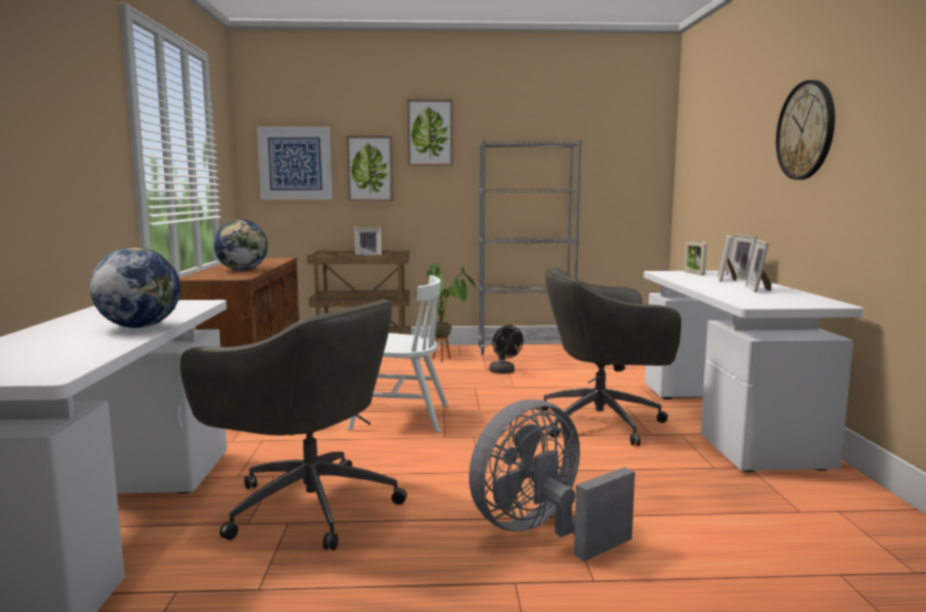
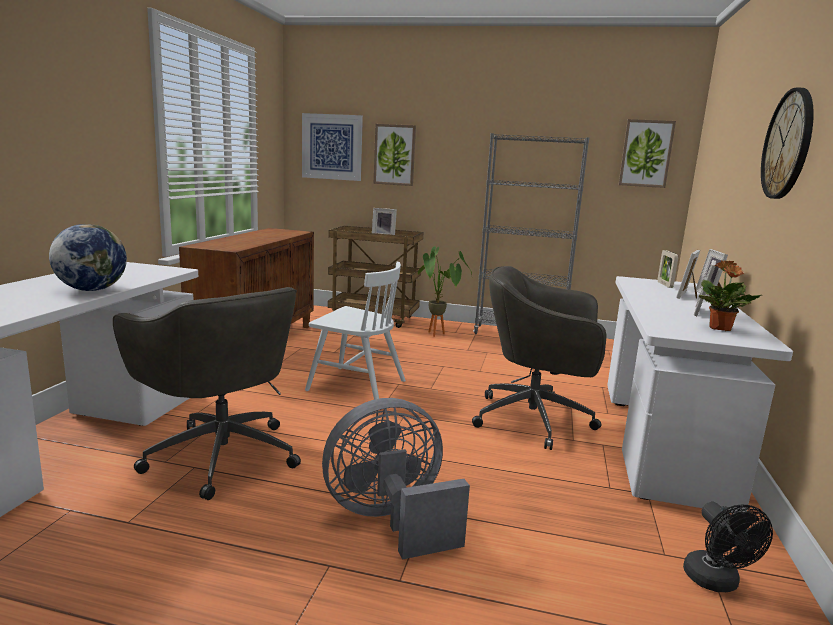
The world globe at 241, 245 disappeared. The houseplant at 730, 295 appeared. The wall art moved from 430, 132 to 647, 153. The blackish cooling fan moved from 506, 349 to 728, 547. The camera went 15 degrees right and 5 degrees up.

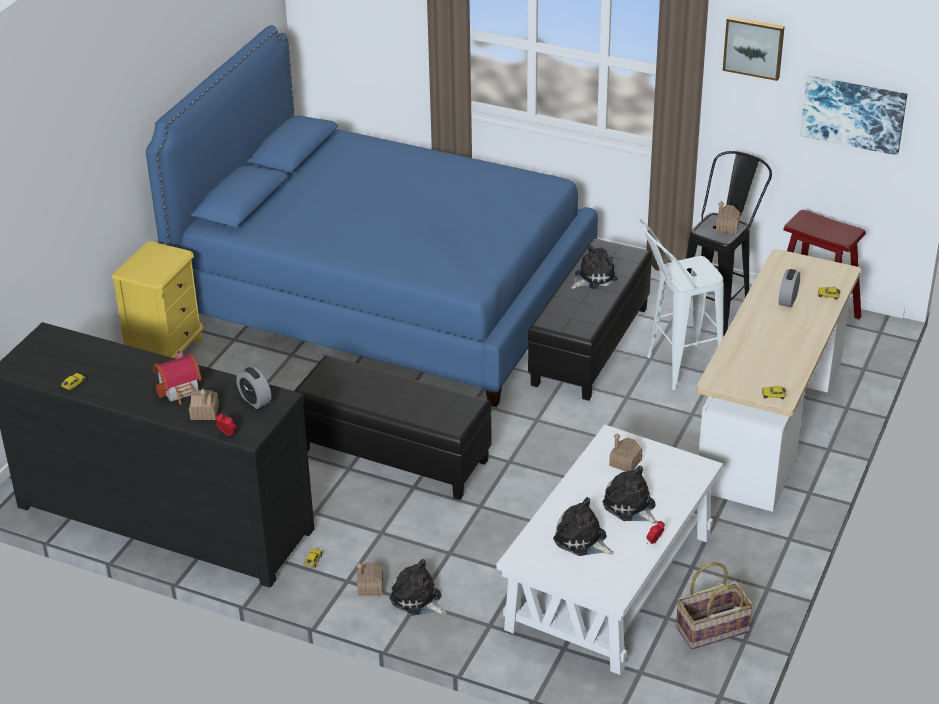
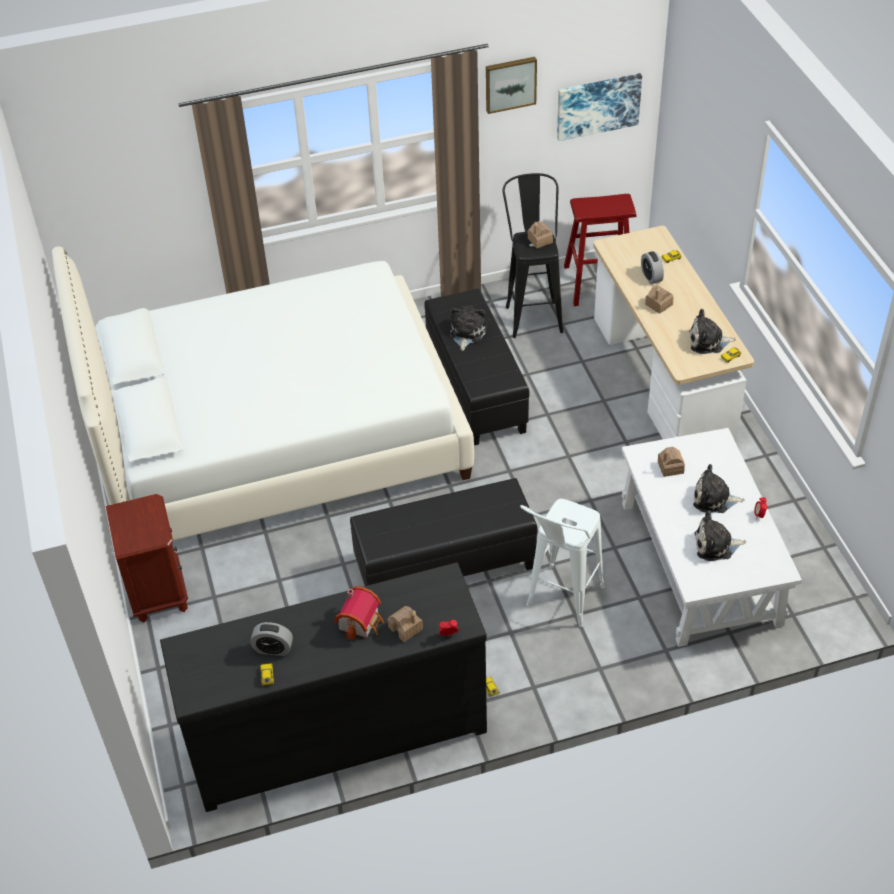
The household basket at 715, 605 disappeared. The bedside clock moved from 253, 388 to 271, 639. The model house moved from 369, 579 to 659, 299. The plush toy moved from 418, 587 to 712, 331. The whitish sitting stool moved from 681, 304 to 562, 563. The yellow-coloured nightstand at 157, 299 became the brownish nightstand at 147, 558. The blue-coloured bedroom bed at 372, 216 became the whitish bedroom bed at 263, 393. The camera went 40 degrees left and 10 degrees up.

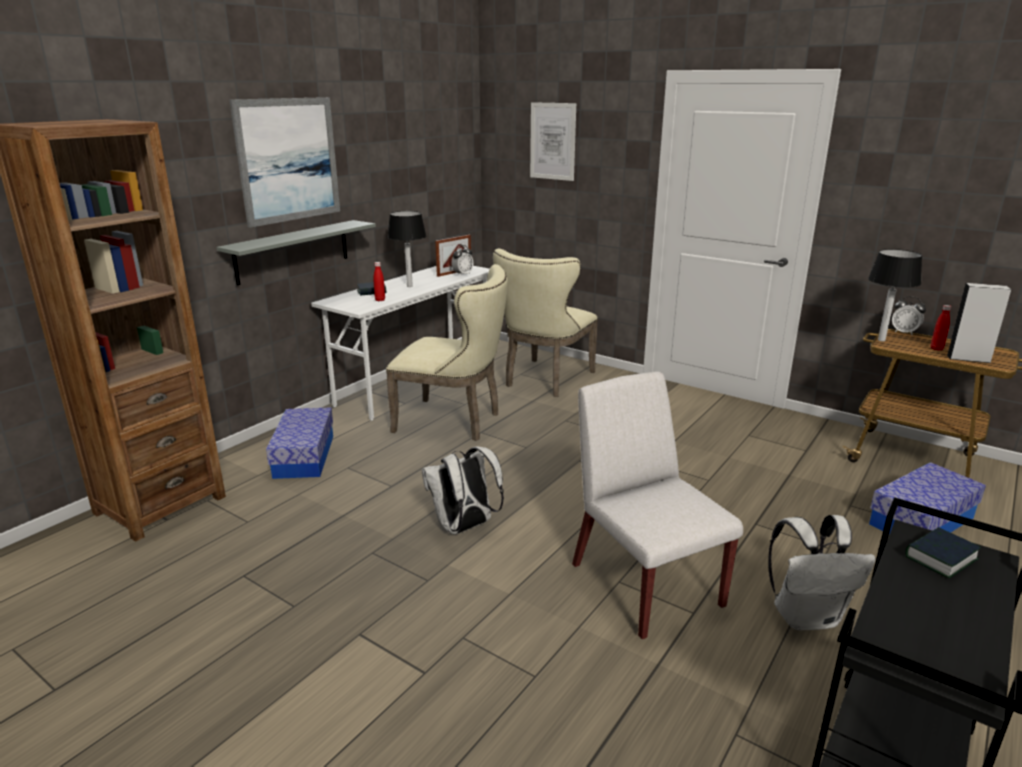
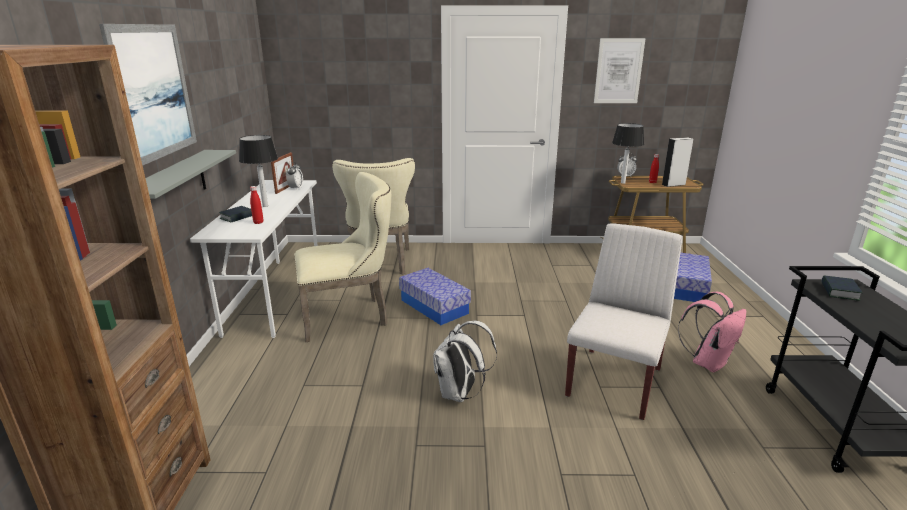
The storage bin moved from 299, 443 to 435, 296. The wall art moved from 553, 141 to 620, 70. The whitish backpack at 822, 573 became the pink backpack at 712, 332. The whitish chair at 657, 505 turned 90 degrees clockwise. The camera went 35 degrees left and 0 degrees up.

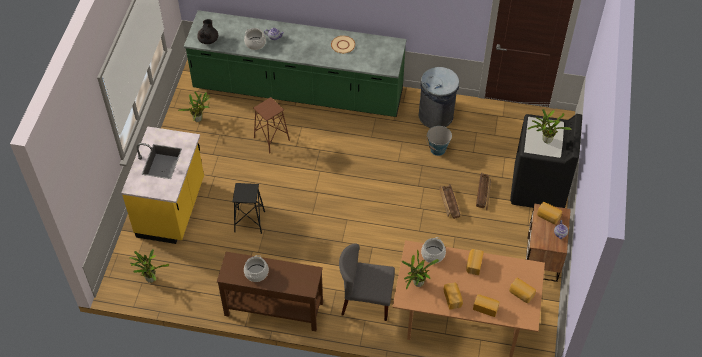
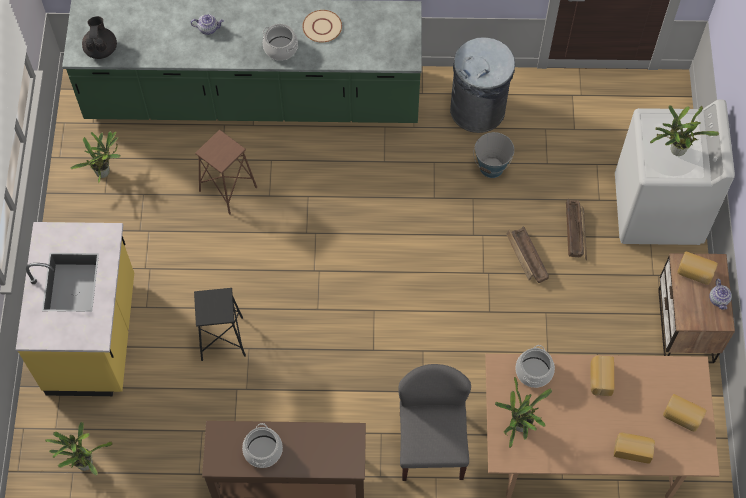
The baked bread at 453, 295 disappeared. The stockpot moved from 255, 39 to 280, 42. The blackish washing machine at 546, 161 became the whitish washing machine at 675, 172. The gray chair at 367, 282 turned 90 degrees clockwise. The camera went 10 degrees left and 10 degrees up.

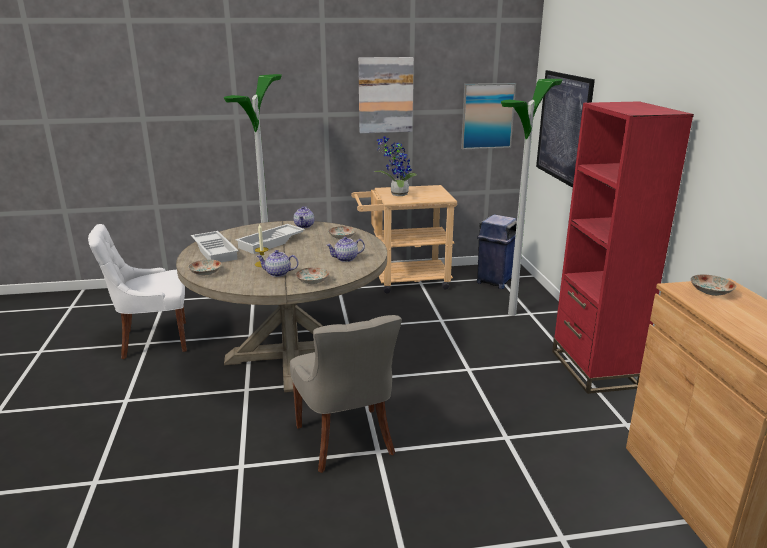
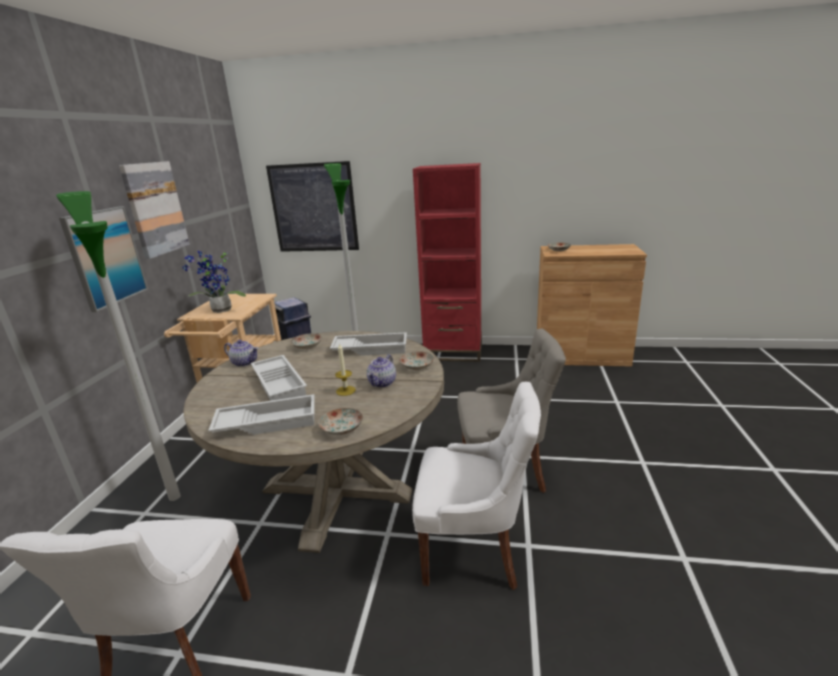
The whitish chair at 476, 486 appeared. The wall art moved from 488, 116 to 103, 259. The tea pot at 345, 249 was replaced by the whitish carrying tray at 368, 344. The camera went 70 degrees left and 0 degrees up.

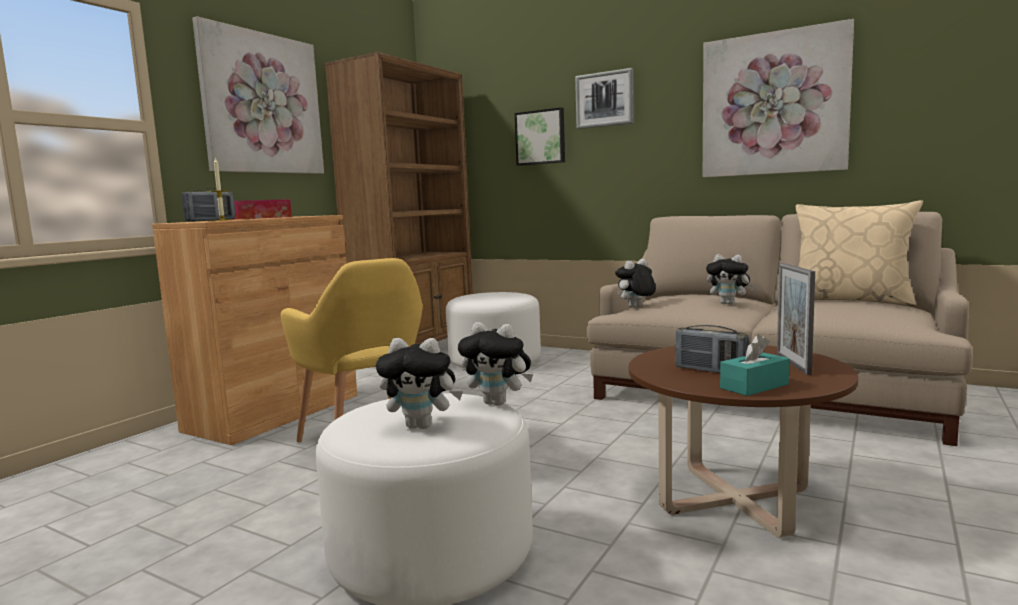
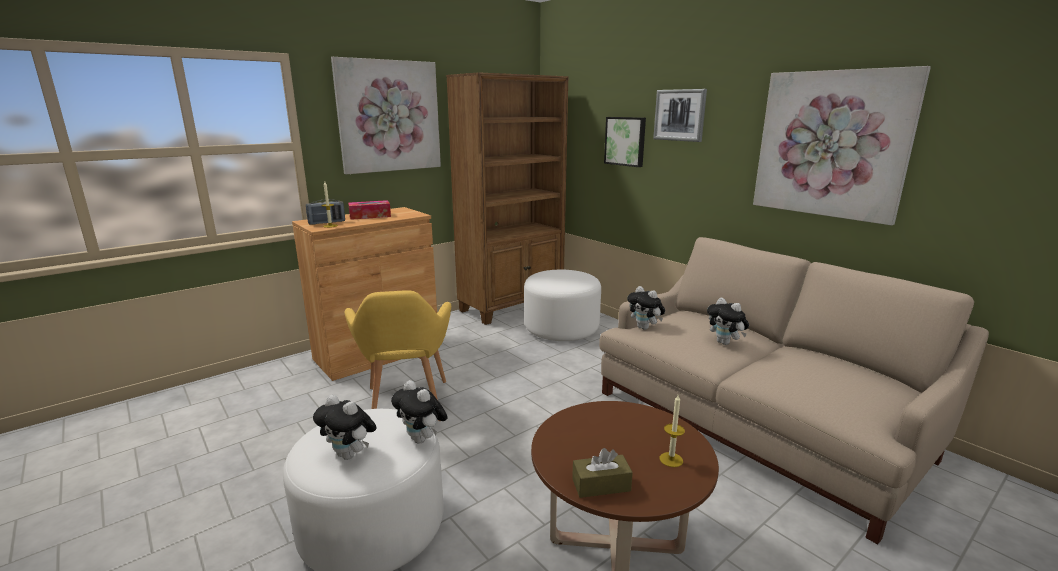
The radio at 712, 349 disappeared. The sand-coloured cushion at 859, 253 disappeared. The photo frame at 796, 319 was replaced by the candle at 672, 431. The blue-green box of tissues at 754, 365 became the brownish box of tissues at 602, 473. The plush toy at 635, 283 turned 120 degrees counterclockwise. The camera went 20 degrees right and 10 degrees up.

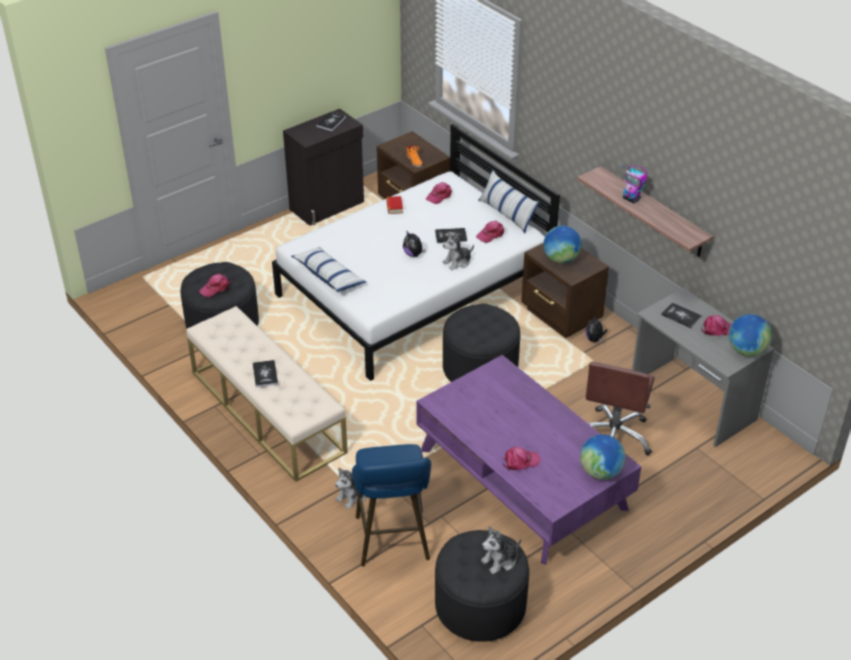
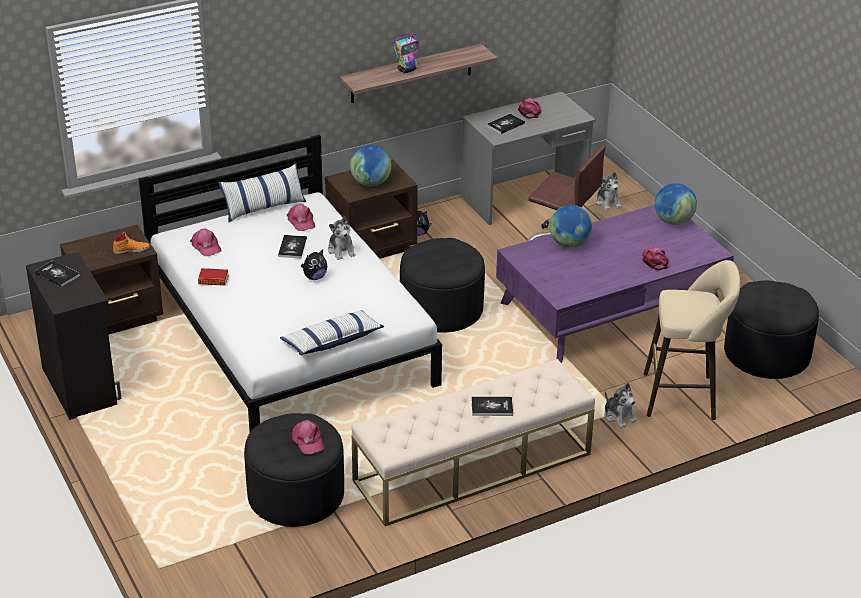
The plush toy moved from 501, 550 to 609, 191. The world globe moved from 750, 335 to 570, 226. The blue-coloured sitting stool at 391, 505 became the sand-coloured sitting stool at 692, 340. The camera went 80 degrees left and 5 degrees down.

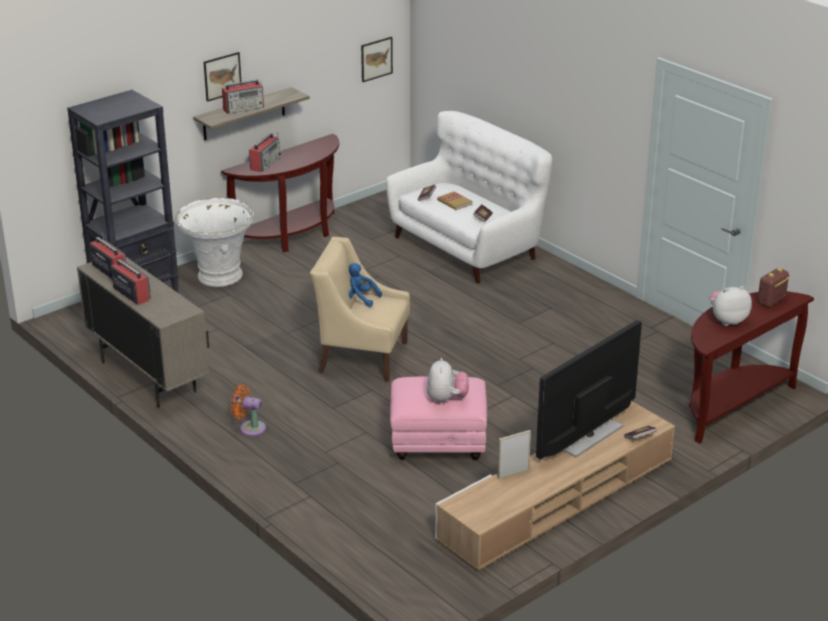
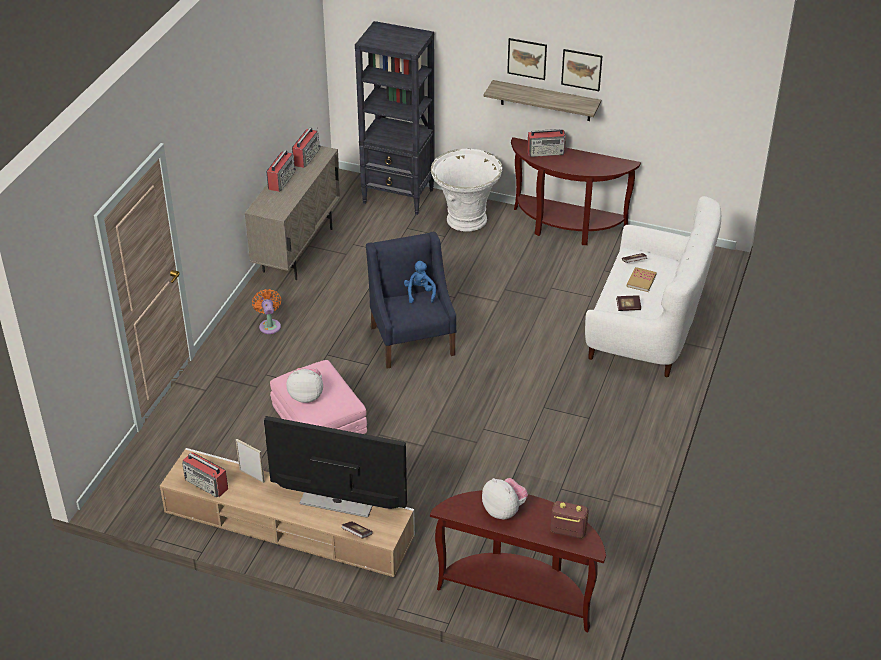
The radio moved from 243, 97 to 205, 474. The wall art moved from 377, 59 to 581, 70. The sand-coloured armchair at 360, 309 became the blue-coloured armchair at 411, 300. The plush toy at 448, 381 turned 150 degrees counterclockwise. The camera went 60 degrees right and 10 degrees up.

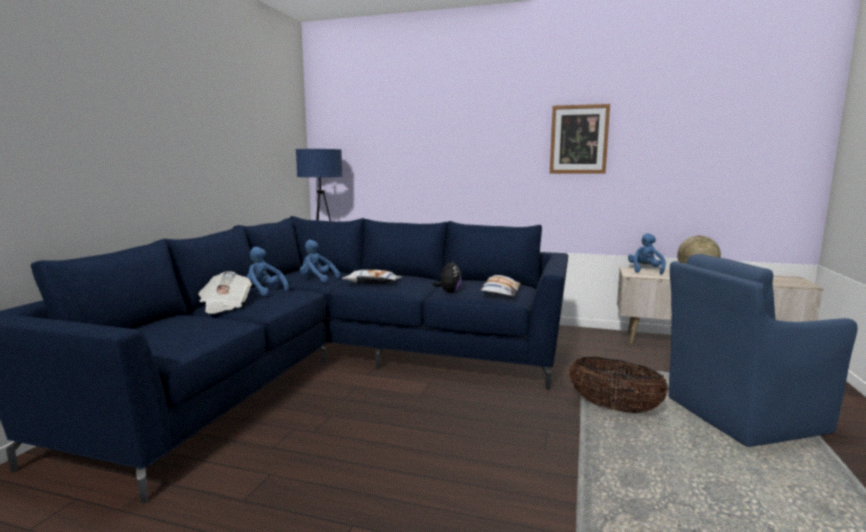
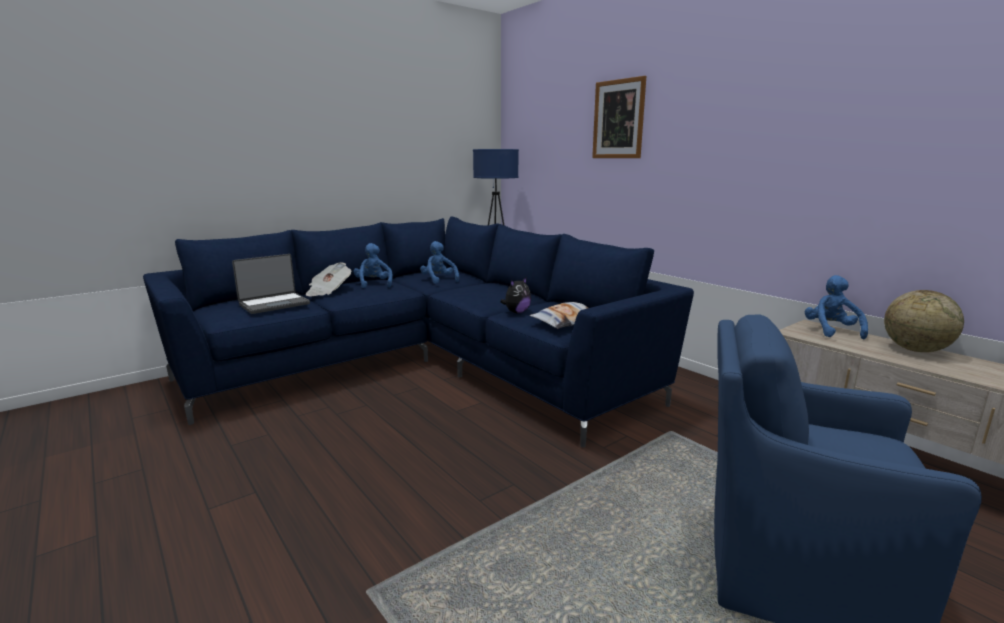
The cushion at 372, 277 disappeared. The household basket at 619, 385 disappeared. The laptop at 271, 284 appeared. The wall art moved from 580, 139 to 619, 117. The blue-coloured plush toy at 647, 254 turned 45 degrees counterclockwise. The camera went 35 degrees right and 5 degrees up.

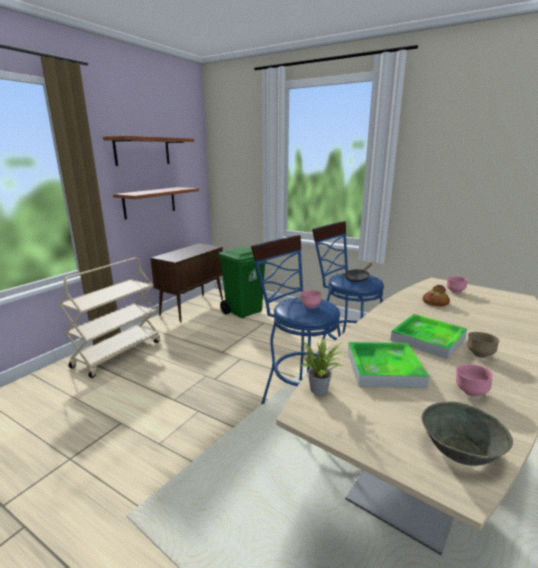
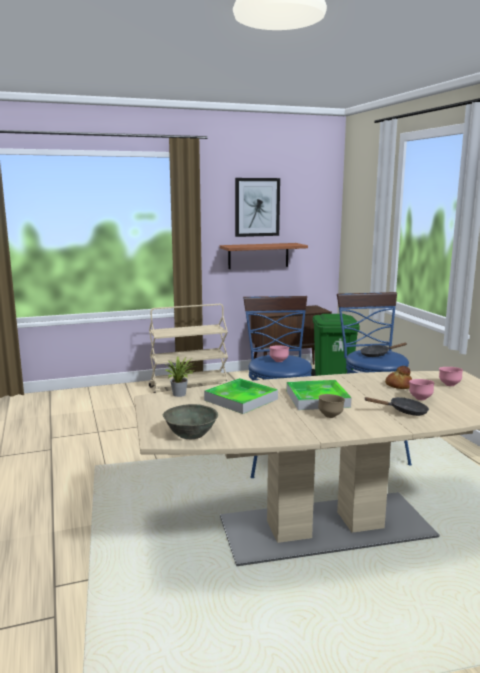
The blackish skillet at 396, 406 appeared. The pink serving bowl moved from 474, 380 to 421, 389. The bracket shelf at 148, 151 was replaced by the wall art at 257, 207. The camera went 40 degrees right and 5 degrees down.

